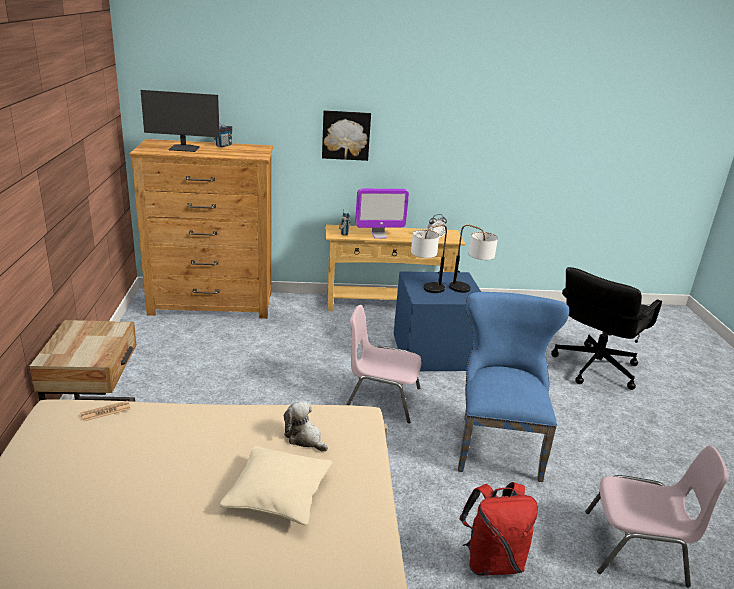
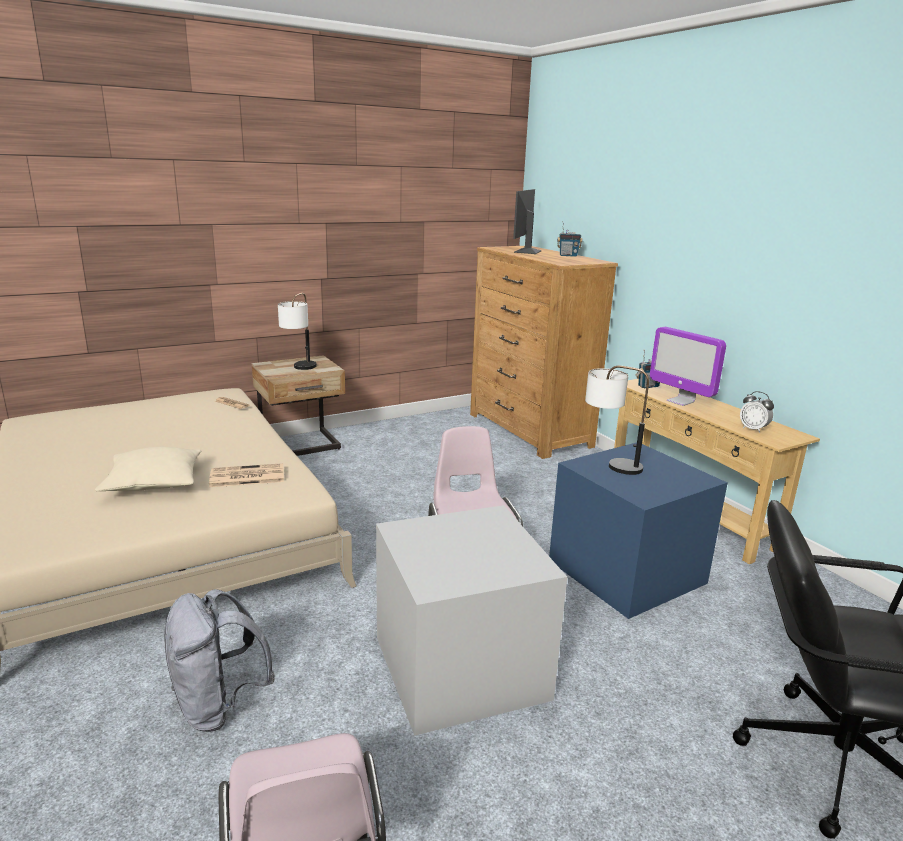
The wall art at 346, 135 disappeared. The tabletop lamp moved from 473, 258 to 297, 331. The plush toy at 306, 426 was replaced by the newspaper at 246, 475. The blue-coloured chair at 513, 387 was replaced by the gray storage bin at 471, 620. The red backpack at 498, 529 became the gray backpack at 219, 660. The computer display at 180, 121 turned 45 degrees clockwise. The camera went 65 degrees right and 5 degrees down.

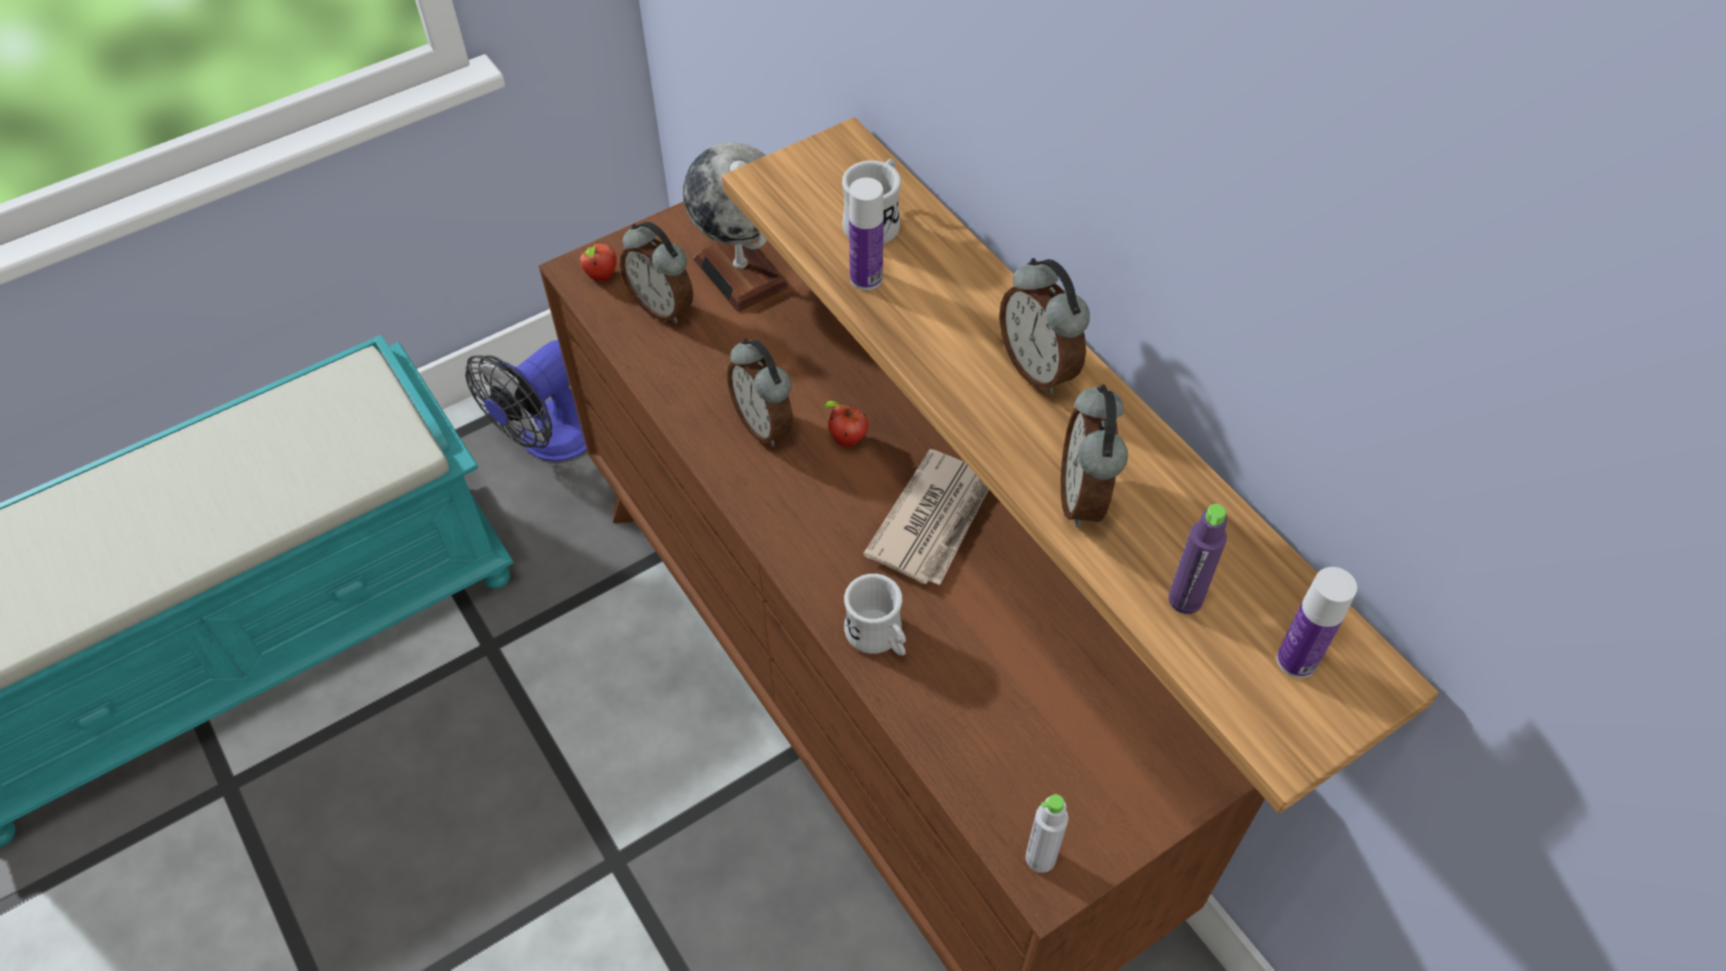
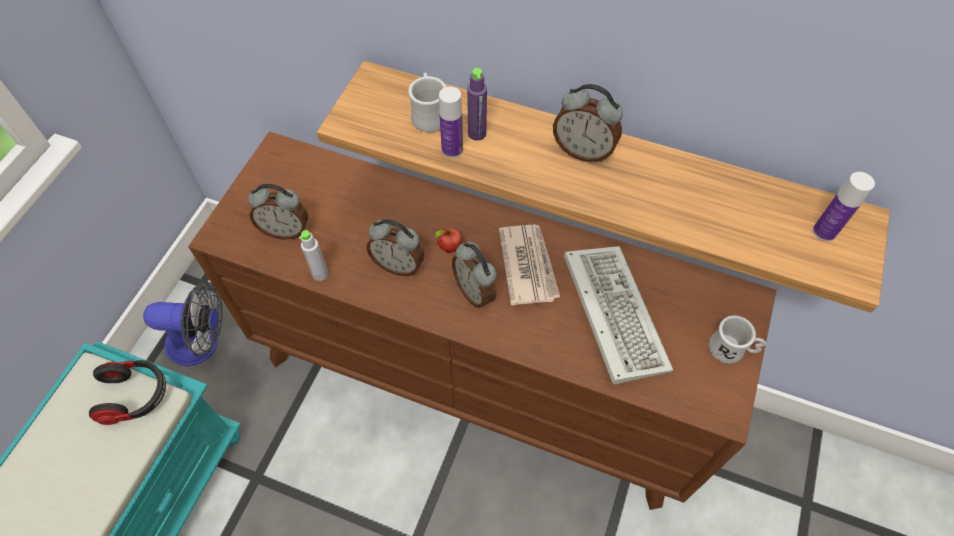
The whole apple at 598, 262 disappeared. The world globe at 736, 227 disappeared. The headphones at 127, 392 appeared. The keyboard at 618, 315 appeared. The whitish coffee mug moved from 875, 615 to 737, 339. The gray drink bottle moved from 1046, 833 to 313, 255. The bedside clock moved from 1094, 455 to 474, 275. The purple drink bottle moved from 1197, 559 to 477, 104. The cooling fan at 526, 401 turned 90 degrees counterclockwise. The camera went 35 degrees left and 5 degrees up.

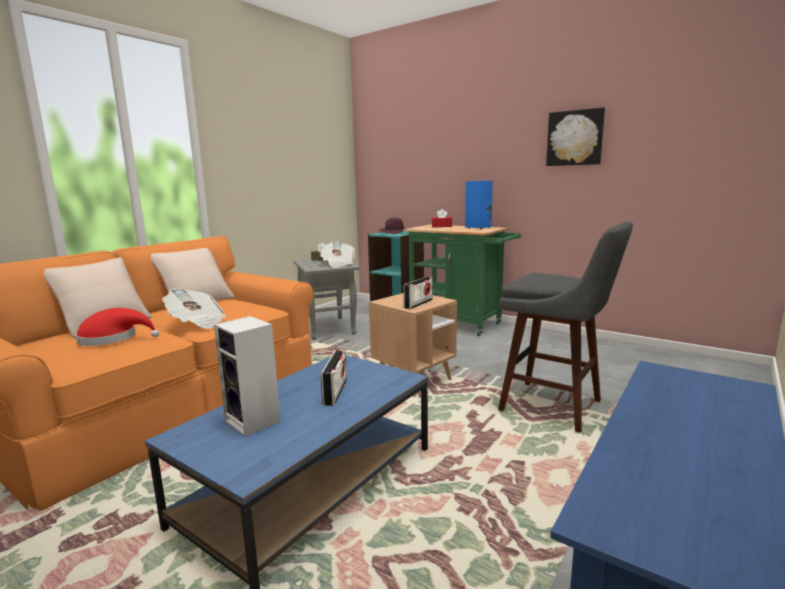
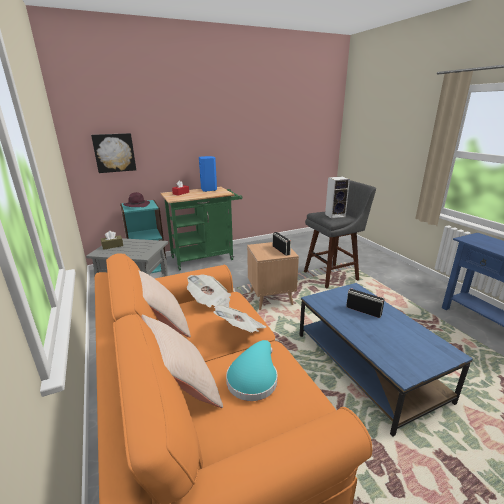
The loudspeaker moved from 247, 376 to 337, 197. The newspaper moved from 337, 254 to 209, 291. The wall art moved from 575, 136 to 113, 153. The red hat at 117, 327 became the blue-green hat at 252, 370. The camera went 60 degrees left and 10 degrees up.

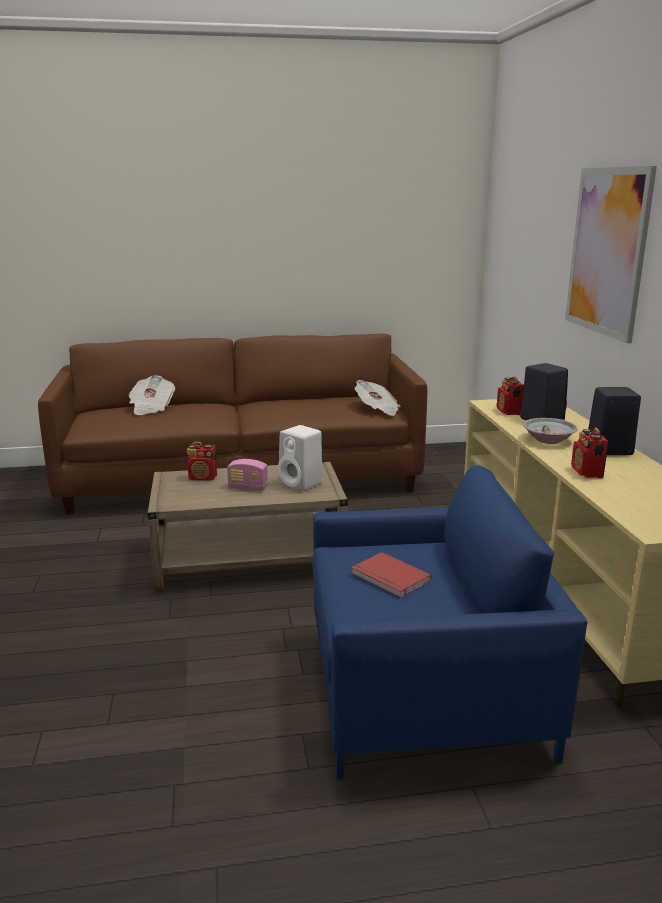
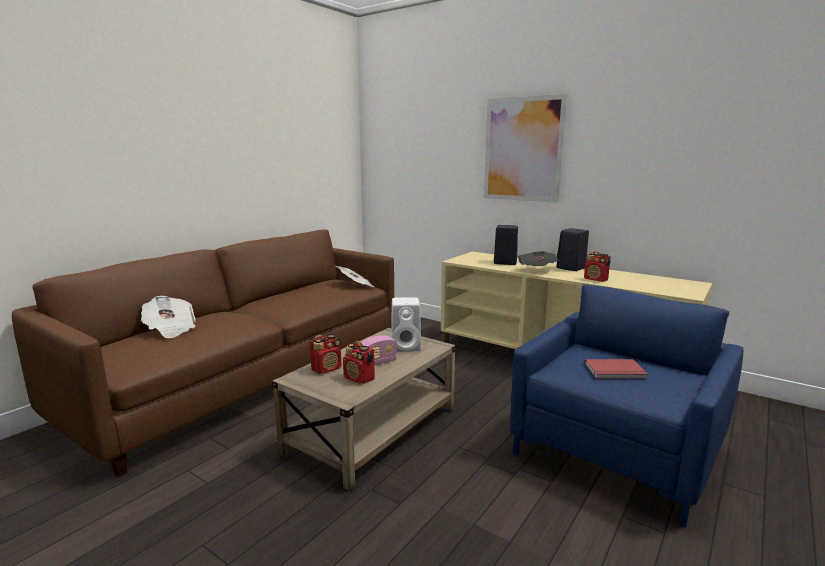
The radio moved from 510, 395 to 359, 362. The serving bowl at 550, 431 was replaced by the newspaper at 537, 258. The camera went 45 degrees left and 5 degrees down.

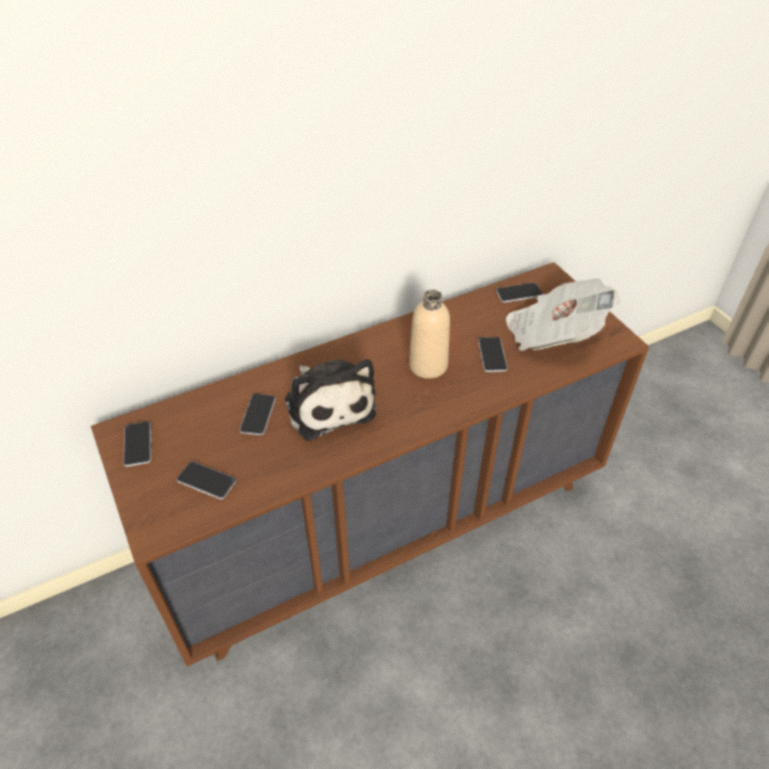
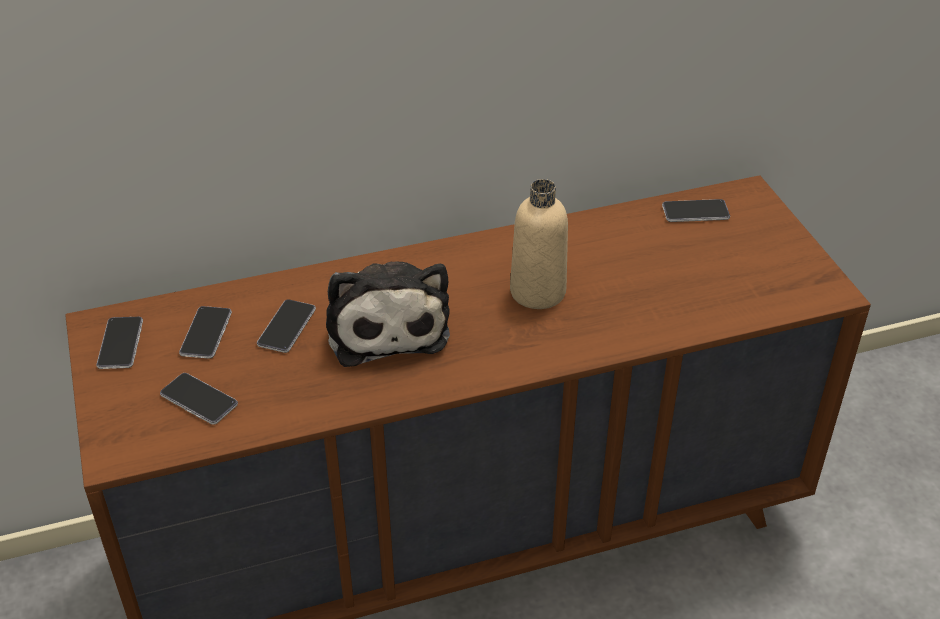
The newspaper at 562, 314 disappeared. The phone moved from 493, 354 to 205, 332. The camera went 10 degrees right and 5 degrees down.

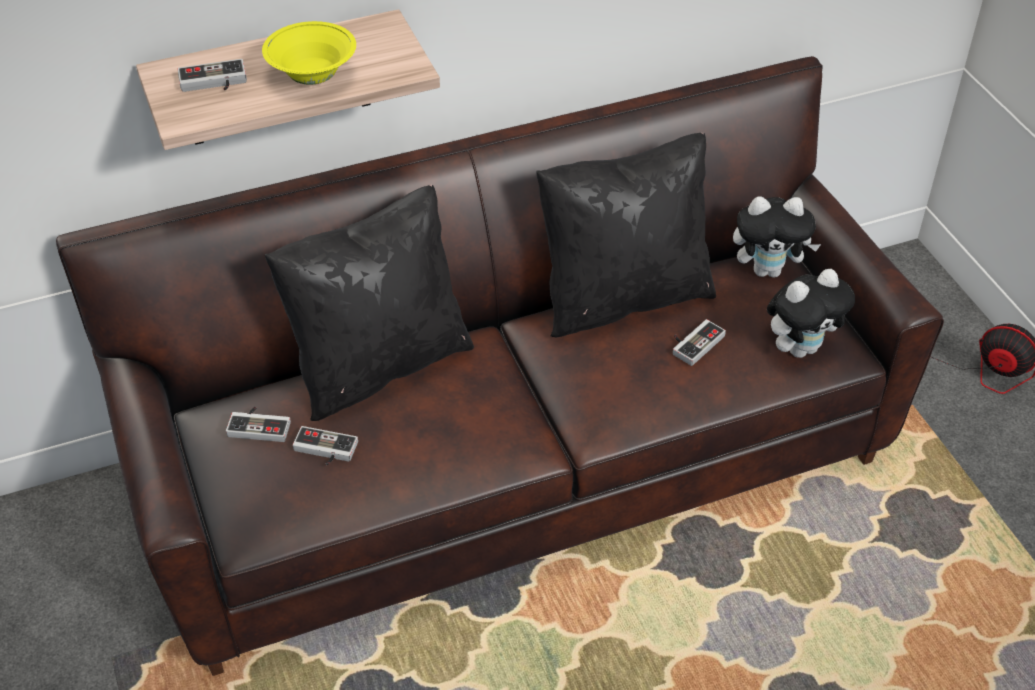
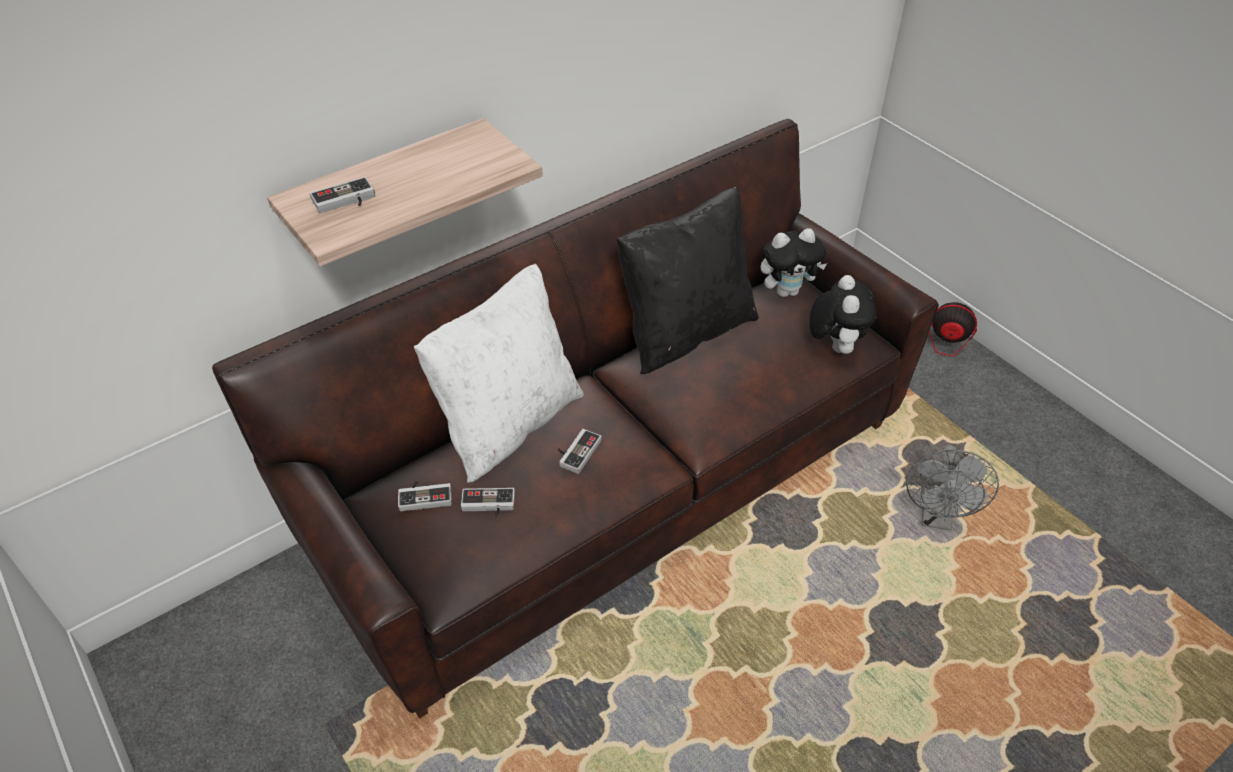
The yellow-coloured serving bowl at 309, 53 disappeared. The gray cooling fan at 952, 488 appeared. The game controller moved from 699, 342 to 579, 451. The blackish cushion at 369, 303 became the whitish cushion at 499, 373. The plush toy at 811, 313 turned 45 degrees counterclockwise. The camera went 15 degrees left and 0 degrees up.

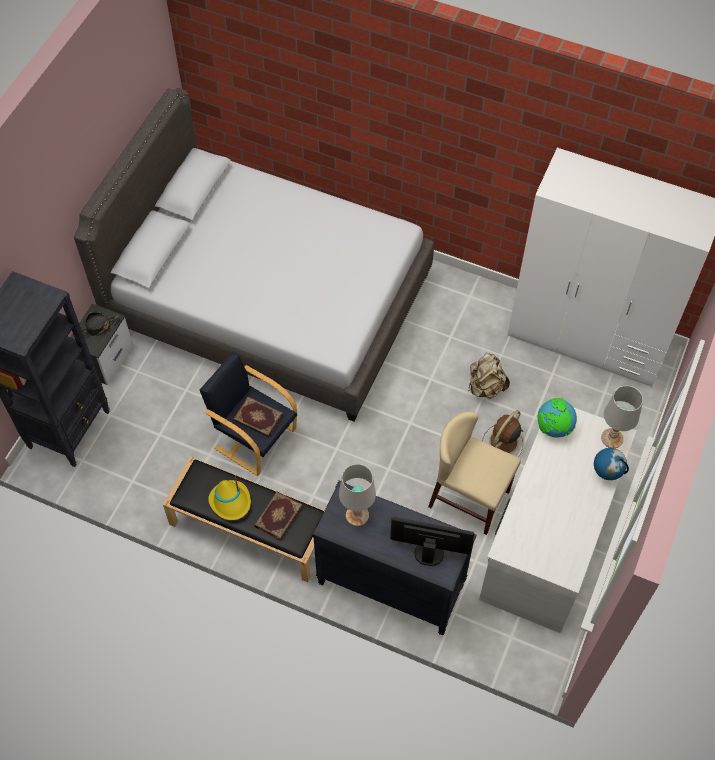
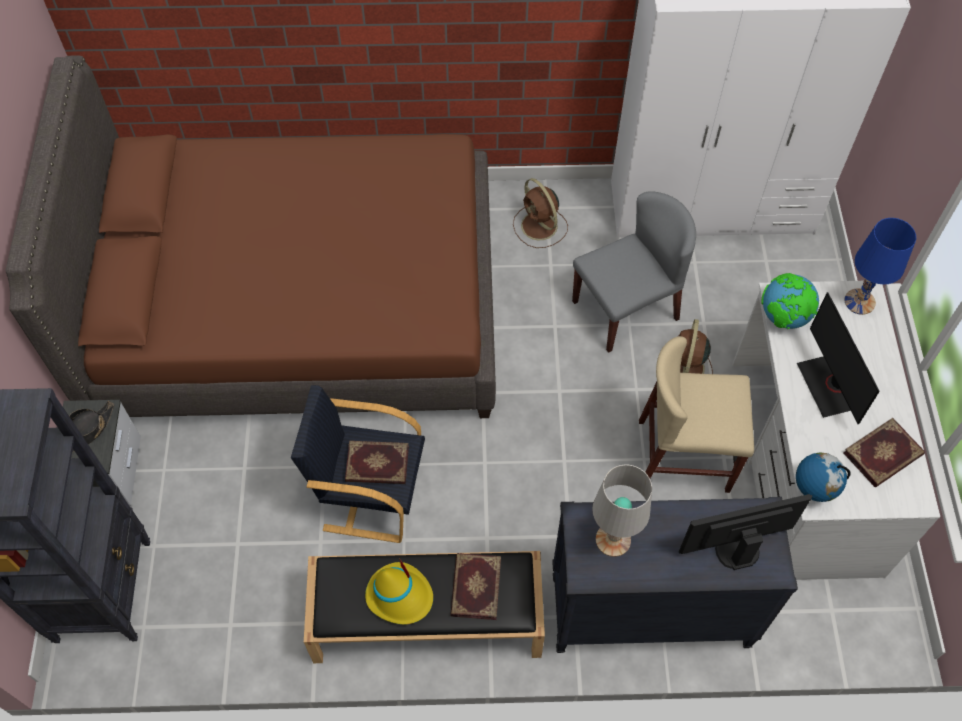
The brownish cooling fan at 540, 213 appeared. The computer display at 838, 358 appeared. The volume at 884, 452 appeared. The world globe moved from 611, 464 to 823, 477. The sand-coloured backpack at 489, 376 was replaced by the gray chair at 634, 272. The gray bedroom bed at 254, 254 became the brownish bedroom bed at 251, 236. The whitish tabletop lamp at 622, 417 became the blue-coloured tabletop lamp at 880, 266. The camera went 25 degrees left and 0 degrees up.

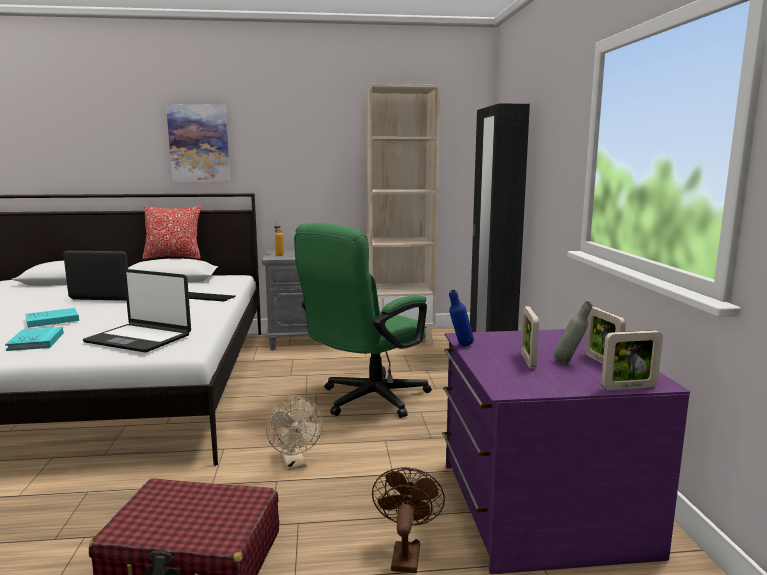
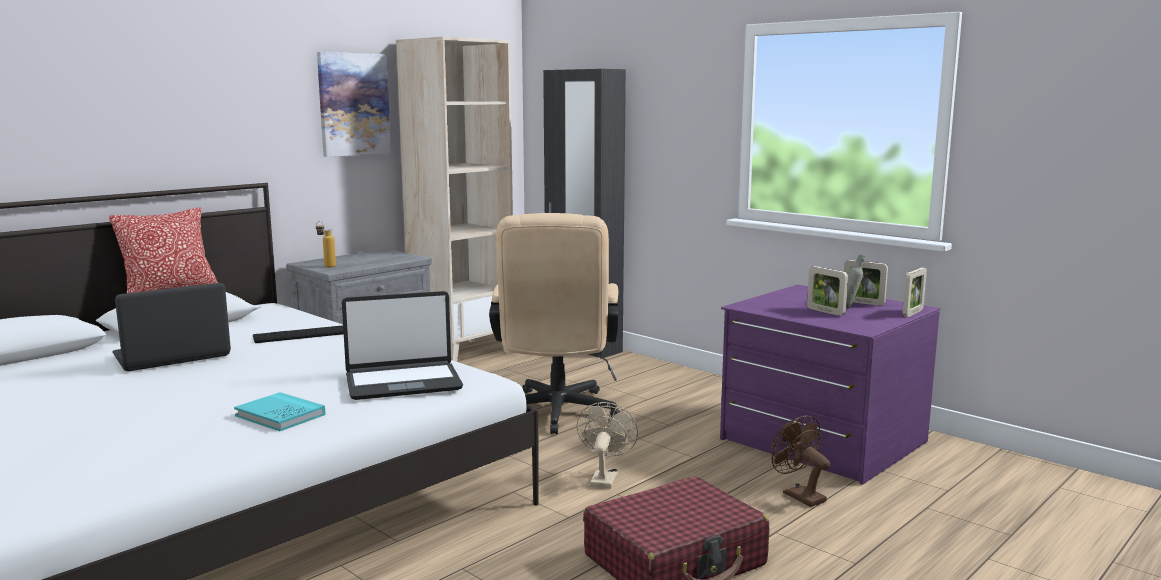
The blue-green volume at 52, 318 disappeared. The blue-coloured drink bottle at 461, 318 disappeared. The wall art moved from 198, 143 to 354, 104. The green-coloured desk chair at 363, 320 became the sand-coloured desk chair at 555, 323. The sand-coloured cooling fan at 294, 433 turned 105 degrees counterclockwise. The camera went 40 degrees left and 0 degrees up.

